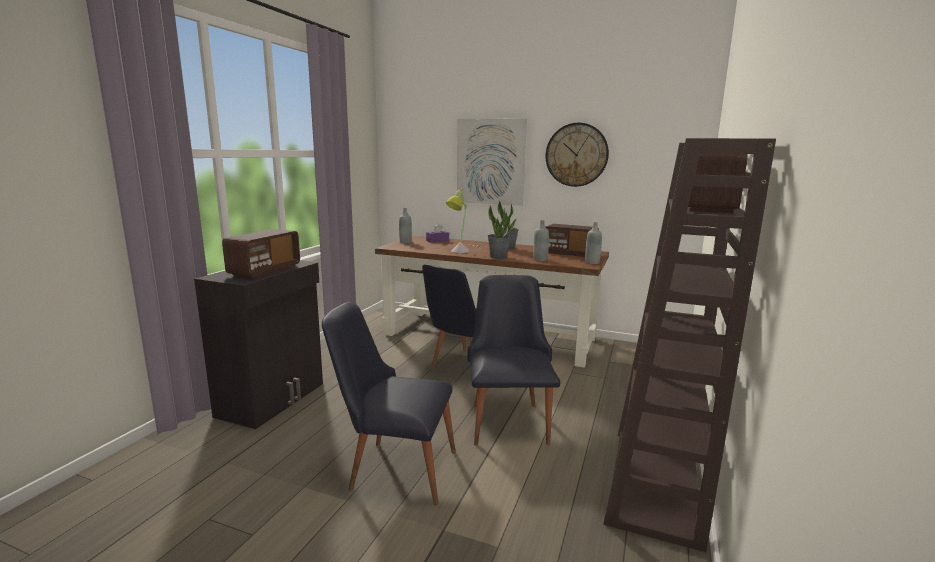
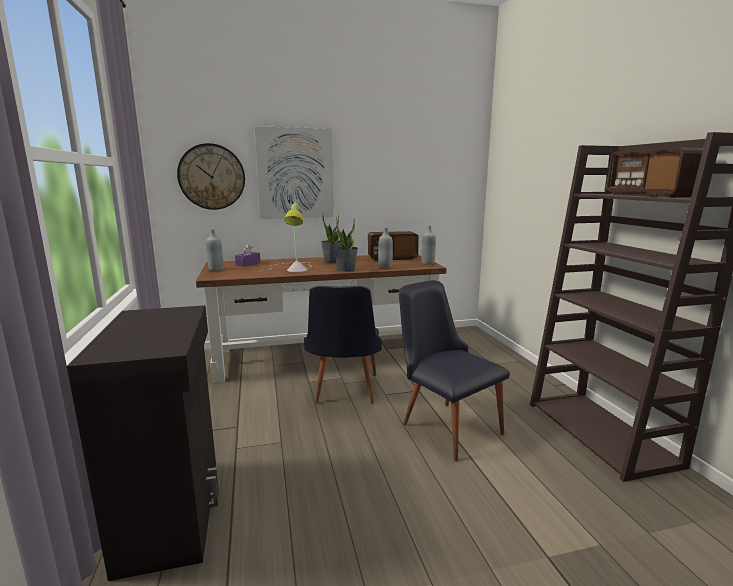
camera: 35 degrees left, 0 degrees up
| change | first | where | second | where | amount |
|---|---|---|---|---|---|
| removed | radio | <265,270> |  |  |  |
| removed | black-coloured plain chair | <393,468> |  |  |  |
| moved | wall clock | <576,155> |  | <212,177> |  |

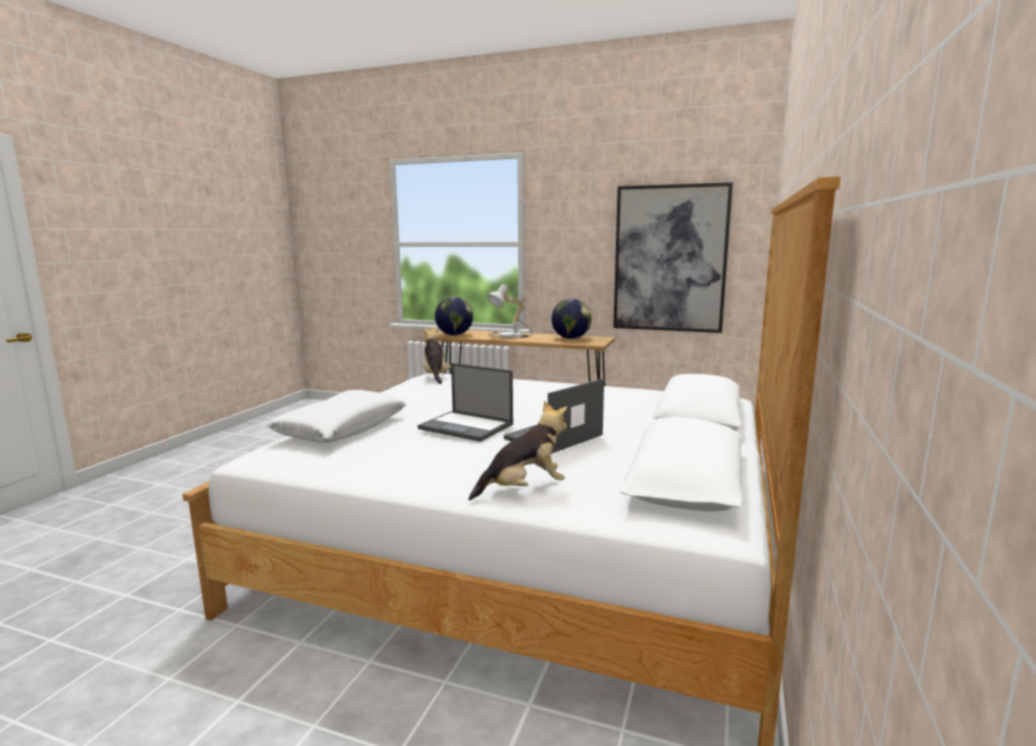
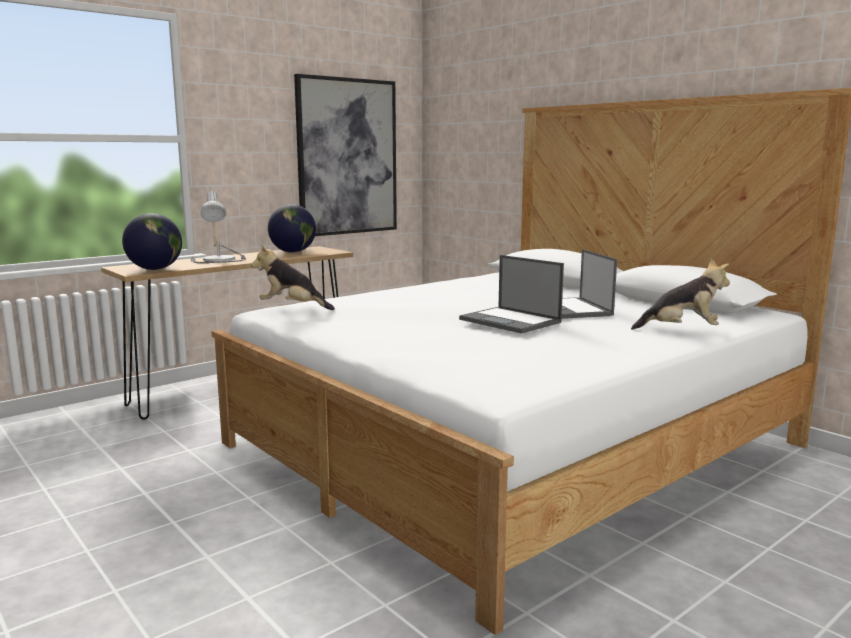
camera: 60 degrees left, 0 degrees up
| change | first | where | second | where | amount |
|---|---|---|---|---|---|
| removed | white-coloured cushion | <341,428> |  |  |  |
| turned | notebook computer | <467,426> |  | <511,321> | 75 degrees clockwise |
| turned | plush toy | <524,489> |  | <681,330> | 90 degrees clockwise |

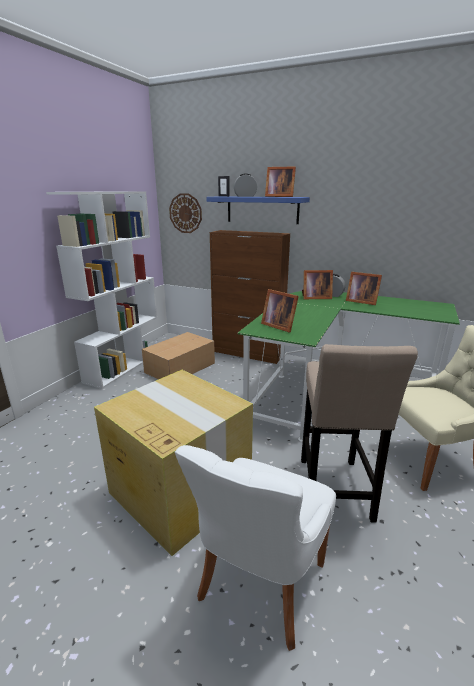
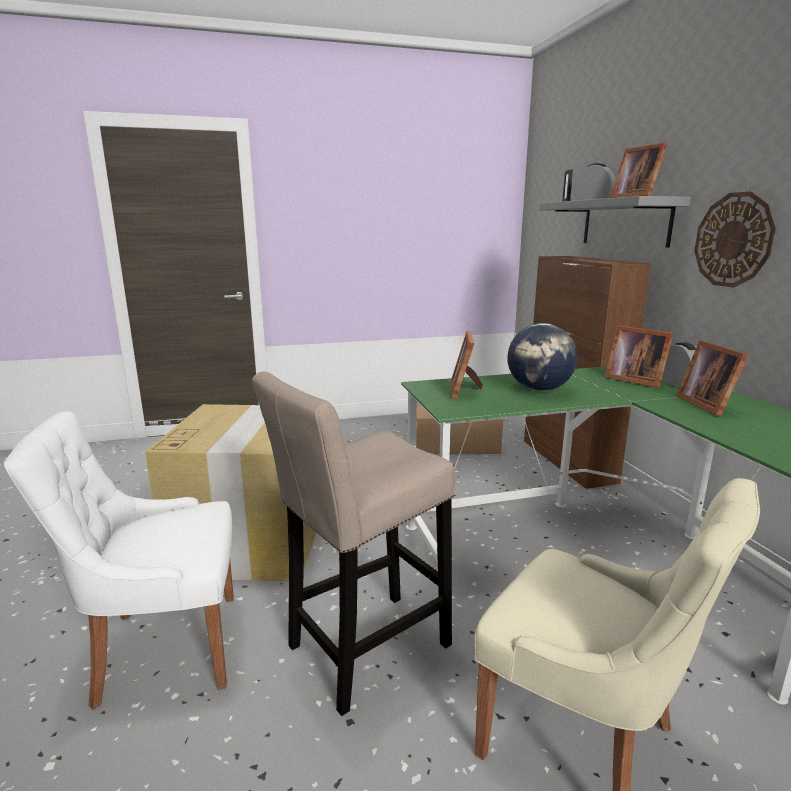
camera: 50 degrees right, 5 degrees down
| change | first | where | second | where | amount |
|---|---|---|---|---|---|
| removed | white-coloured shelving unit | <124,366> |  |  |  |
| added |  |  | desk globe | <539,389> |  |
| moved | wall clock | <185,213> |  | <733,240> |  |
| recoloured | blue bracket shelf | <262,209> | grey bracket shelf | <625,223> |  |

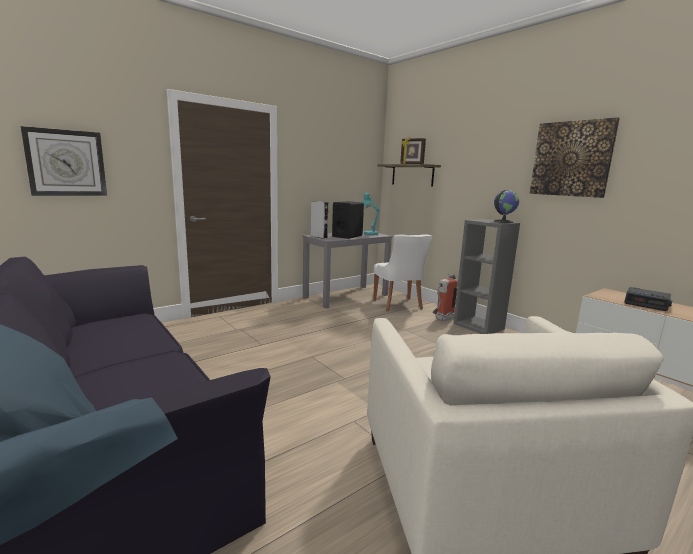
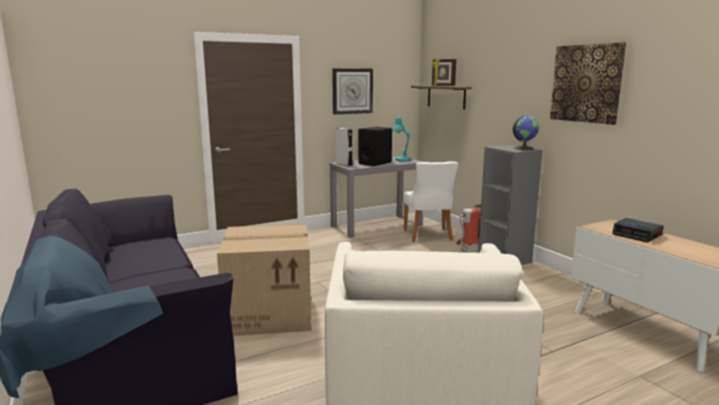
camera: 10 degrees right, 0 degrees up
| change | first | where | second | where | amount |
|---|---|---|---|---|---|
| added |  |  | cardboard box | <270,312> |  |
| moved | wall clock | <66,163> |  | <352,91> |  |

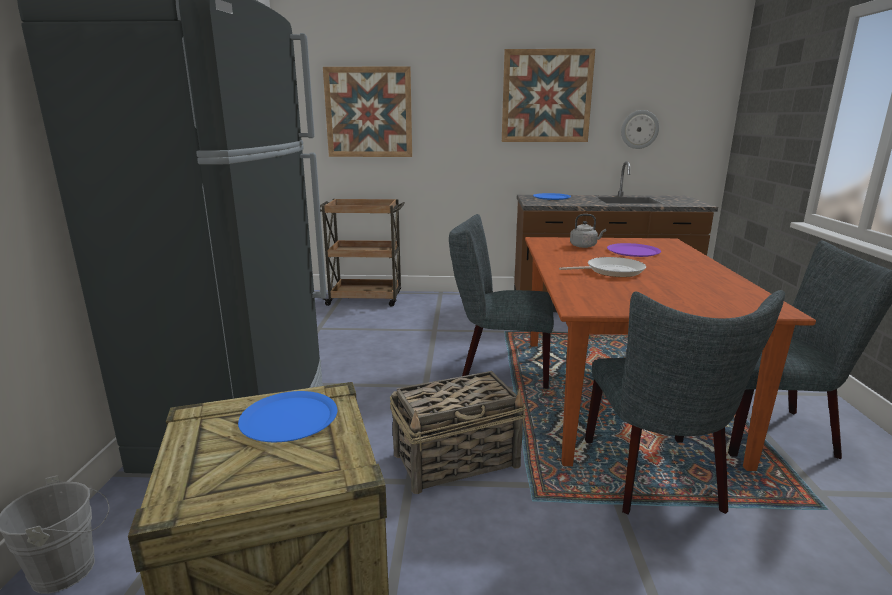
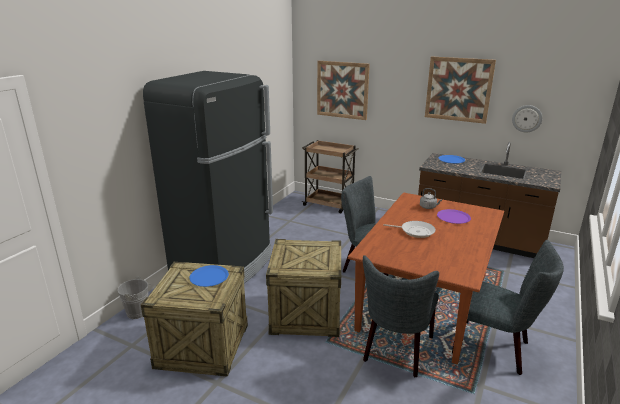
camera: 25 degrees right, 5 degrees up
| change | first | where | second | where | amount |
|---|---|---|---|---|---|
| replaced | storage basket | <457,460> | packing crate | <306,313> |  |

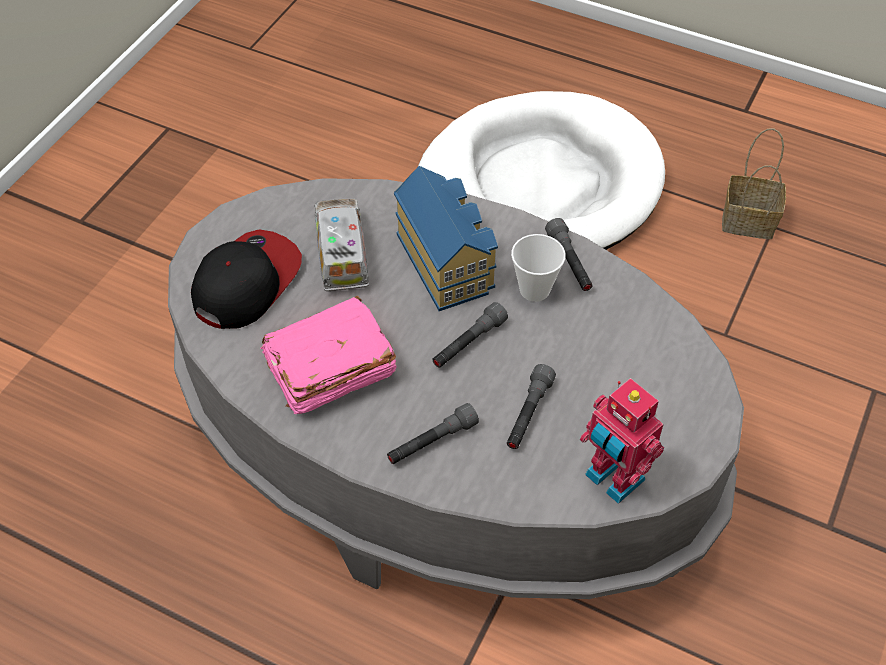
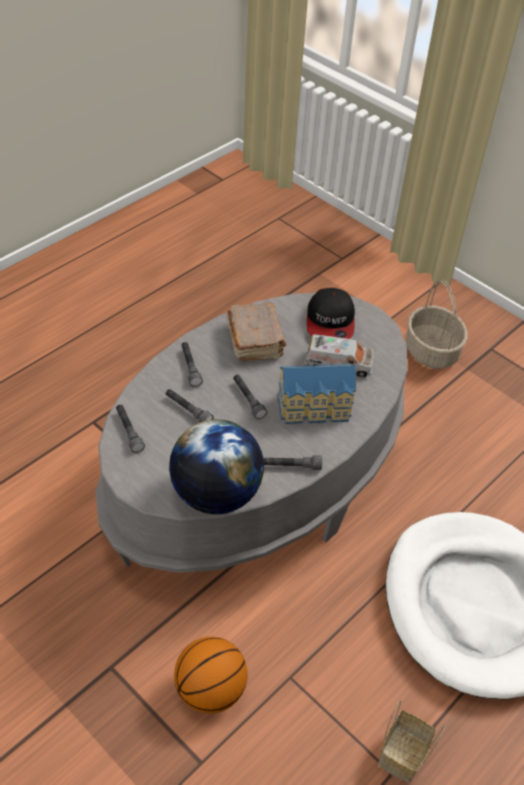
camera: 105 degrees right, 5 degrees down
| change | first | where | second | where | amount |
|---|---|---|---|---|---|
| removed | drinking cup | <534,290> |  |  |  |
| added |  |  | desk globe | <215,494> |  |
| added |  |  | basketball ball | <210,690> |  |
| added |  |  | storage basket | <432,352> |  |
| replaced | toy robot | <612,479> | grey flashlight | <129,431> |  |
| recoloured | pink-coloured bound book | <328,370> | brownish bound book | <255,340> |  |
| turned | cap | <246,282> |  | <330,321> | 45 degrees clockwise |

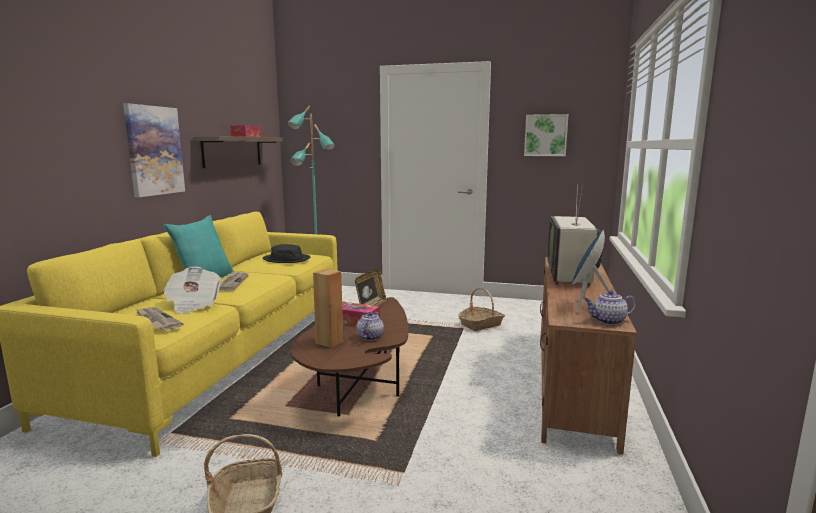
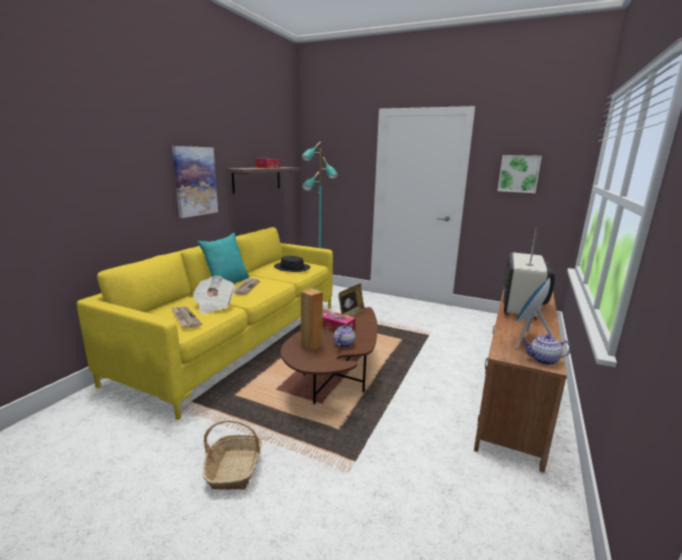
camera: 10 degrees right, 5 degrees up
| change | first | where | second | where | amount |
|---|---|---|---|---|---|
| removed | storage basket | <481,324> |  |  |  |

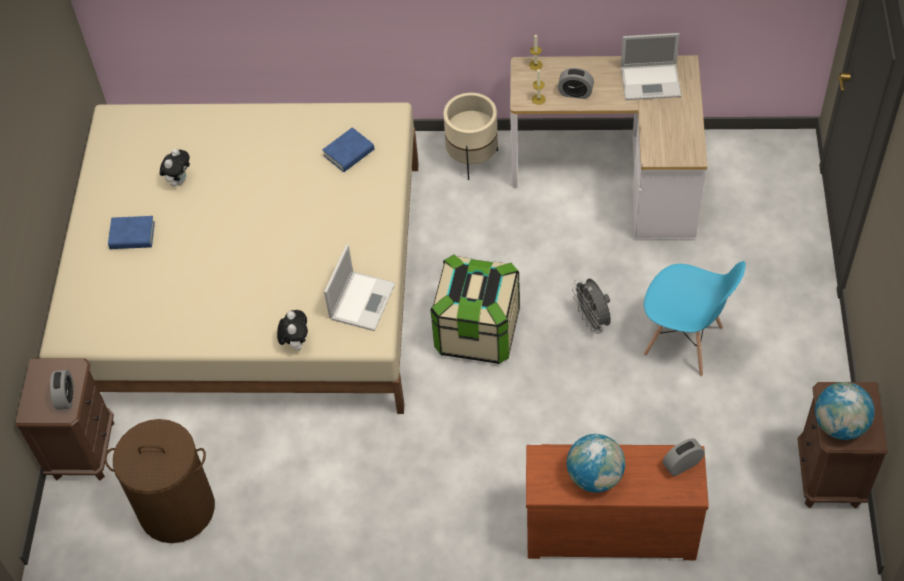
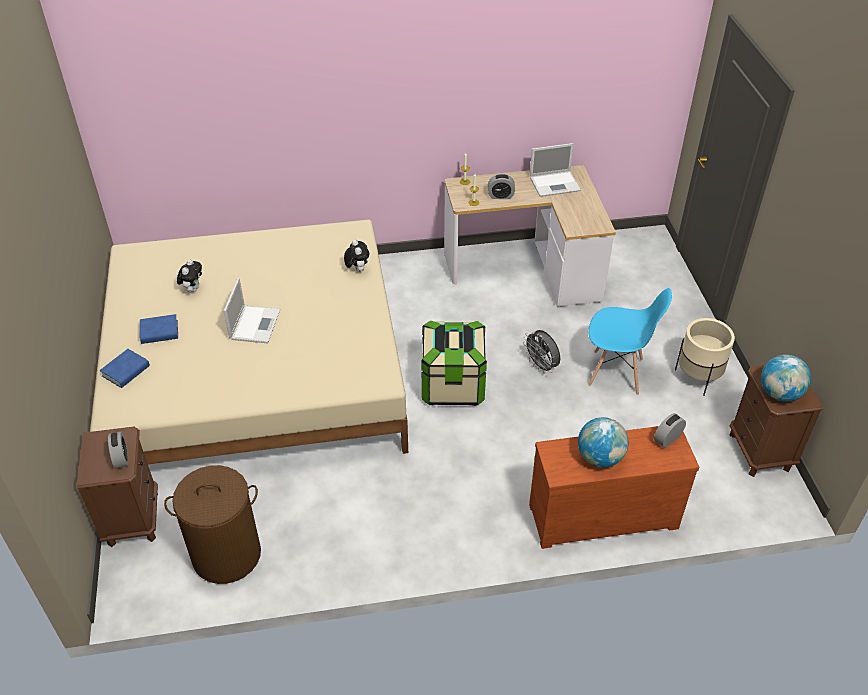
camera: 15 degrees left, 10 degrees down
| change | first | where | second | where | amount |
|---|---|---|---|---|---|
| moved | plush toy | <295,342> |  | <357,269> |  |
| moved | blue bound book | <349,153> |  | <126,371> |  |
| moved | notebook computer | <362,300> |  | <255,324> |  |
| moved | beige-coloured flower pot | <472,158> |  | <697,378> |  |

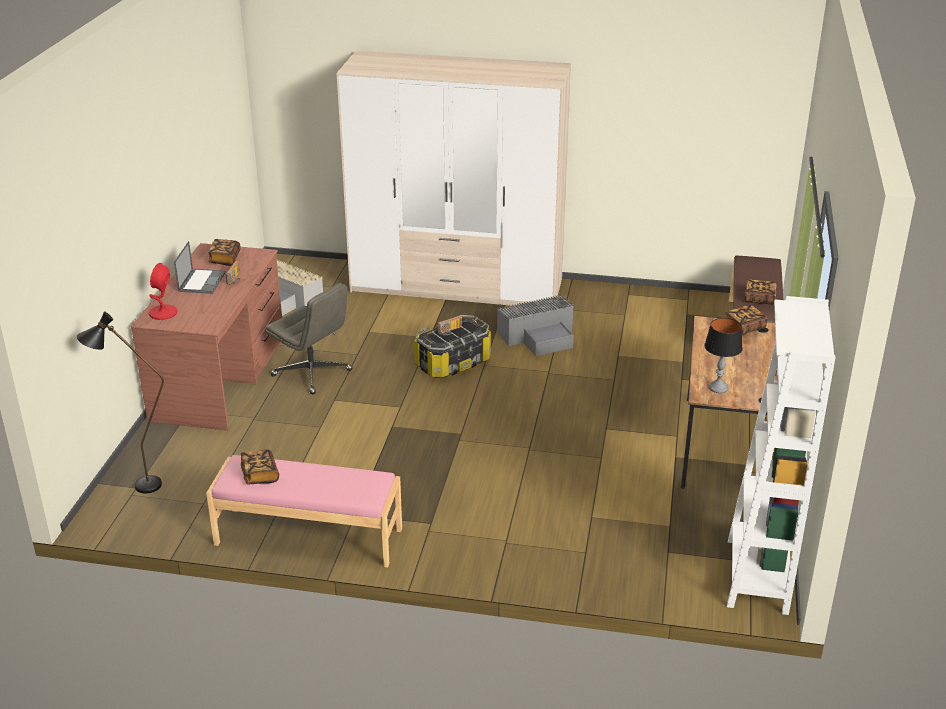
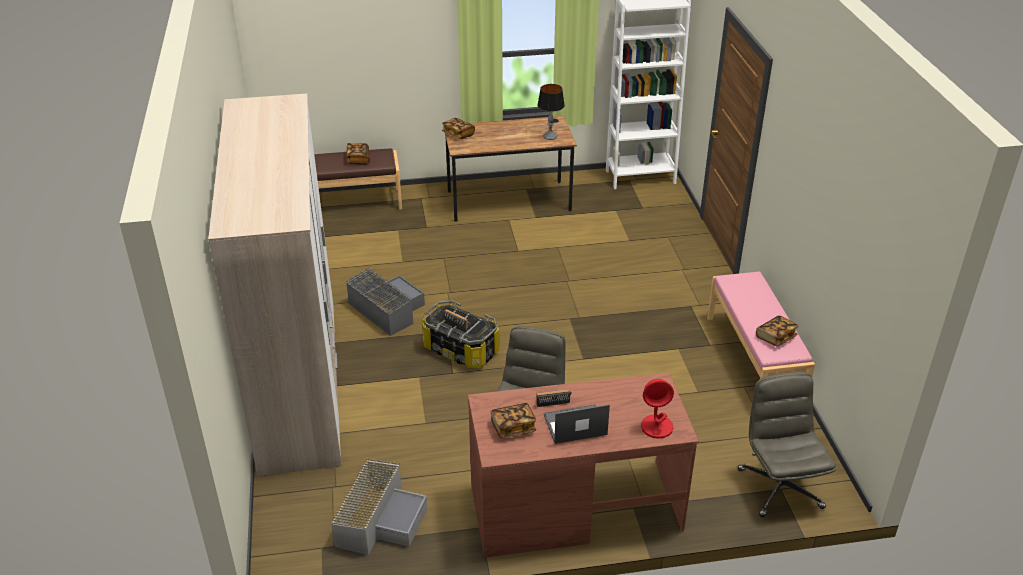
camera: 110 degrees left, 5 degrees up
| change | first | where | second | where | amount |
|---|---|---|---|---|---|
| replaced | black-coloured standard lamp | <138,487> | grey computer chair | <779,487> |  |

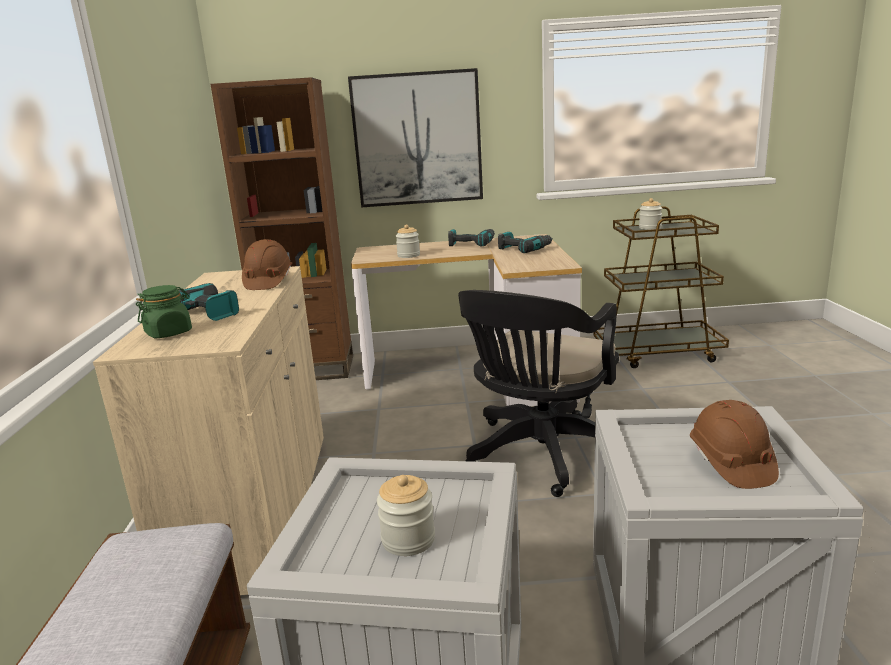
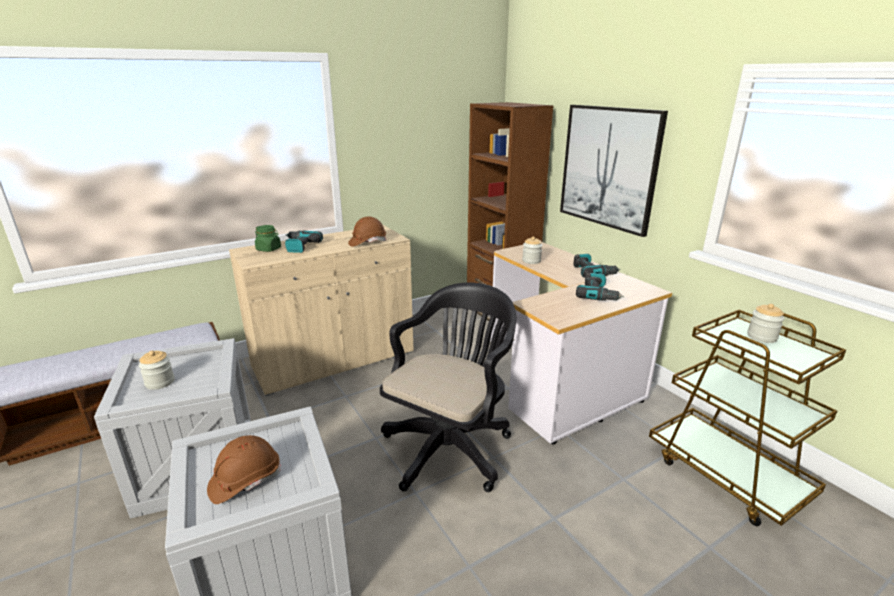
camera: 60 degrees right, 5 degrees up
| change | first | where | second | where | amount |
|---|---|---|---|---|---|
| turned | black-coloured computer chair | <540,456> |  | <450,446> | 120 degrees clockwise |

